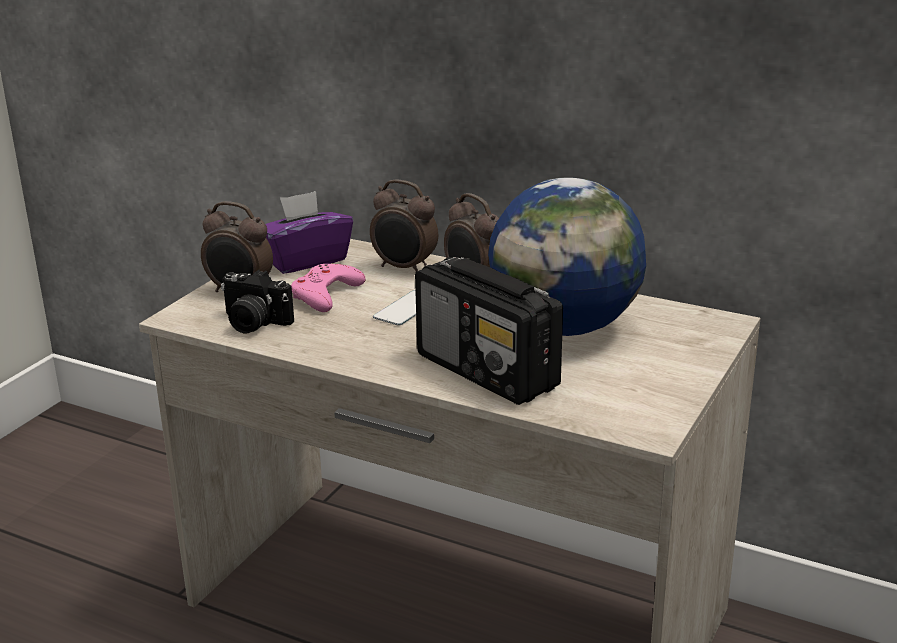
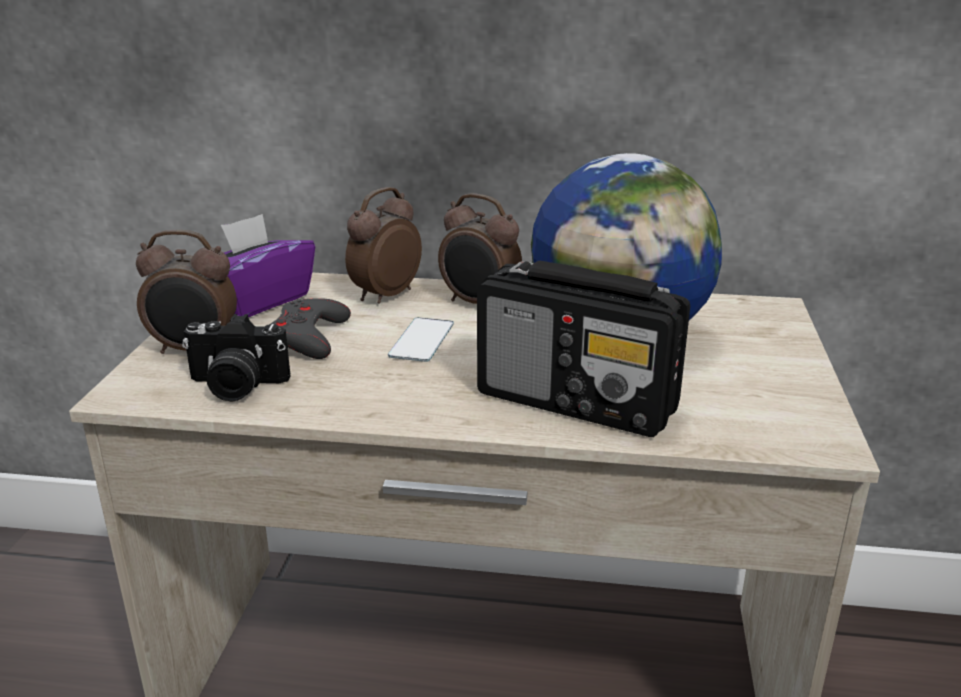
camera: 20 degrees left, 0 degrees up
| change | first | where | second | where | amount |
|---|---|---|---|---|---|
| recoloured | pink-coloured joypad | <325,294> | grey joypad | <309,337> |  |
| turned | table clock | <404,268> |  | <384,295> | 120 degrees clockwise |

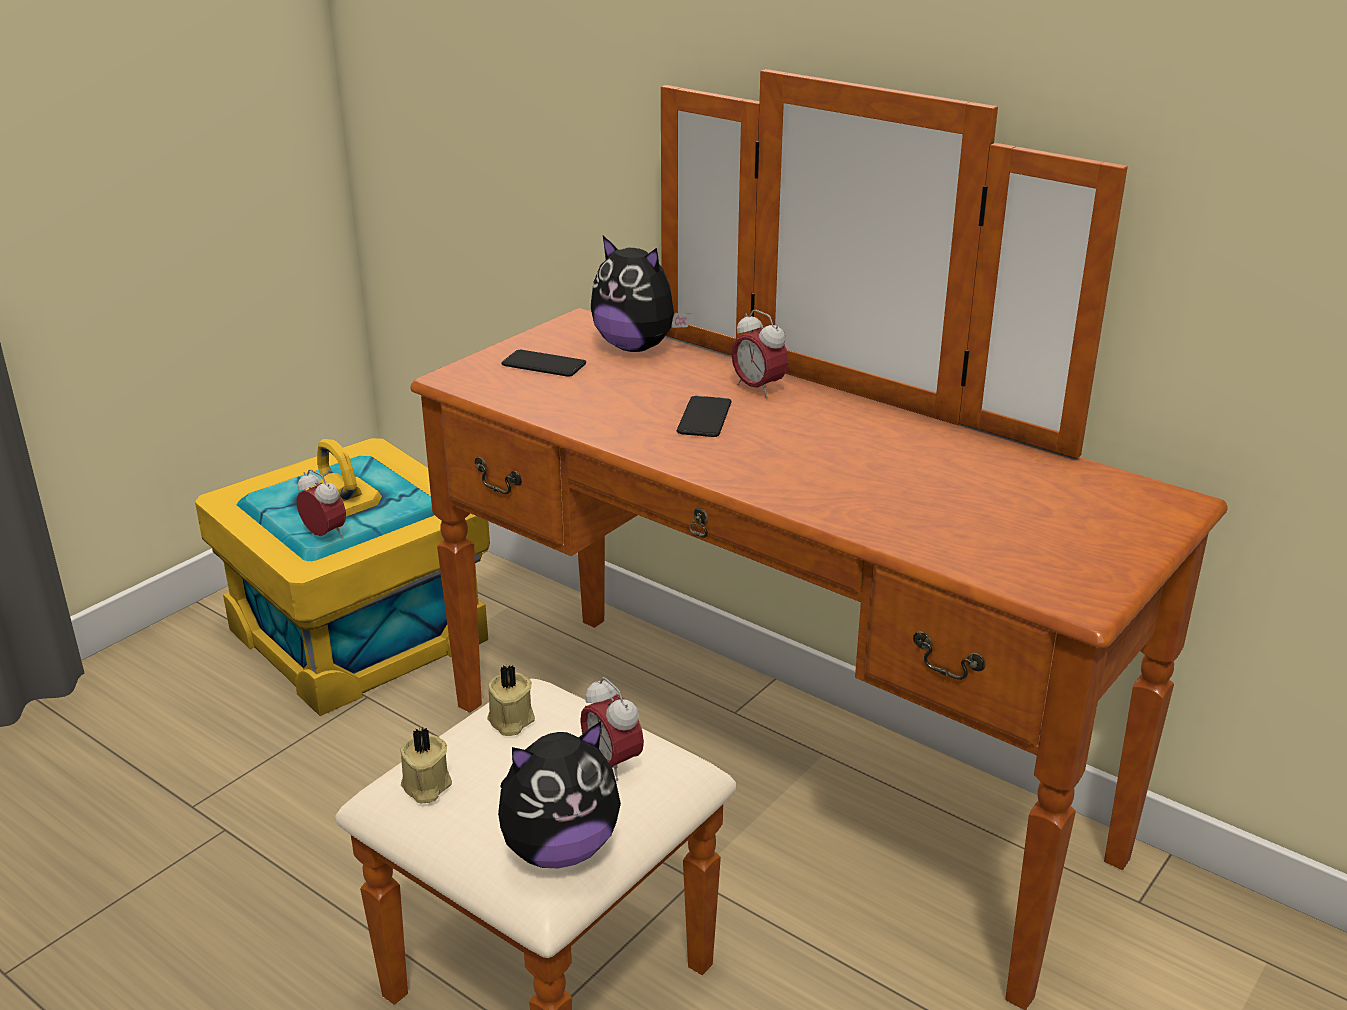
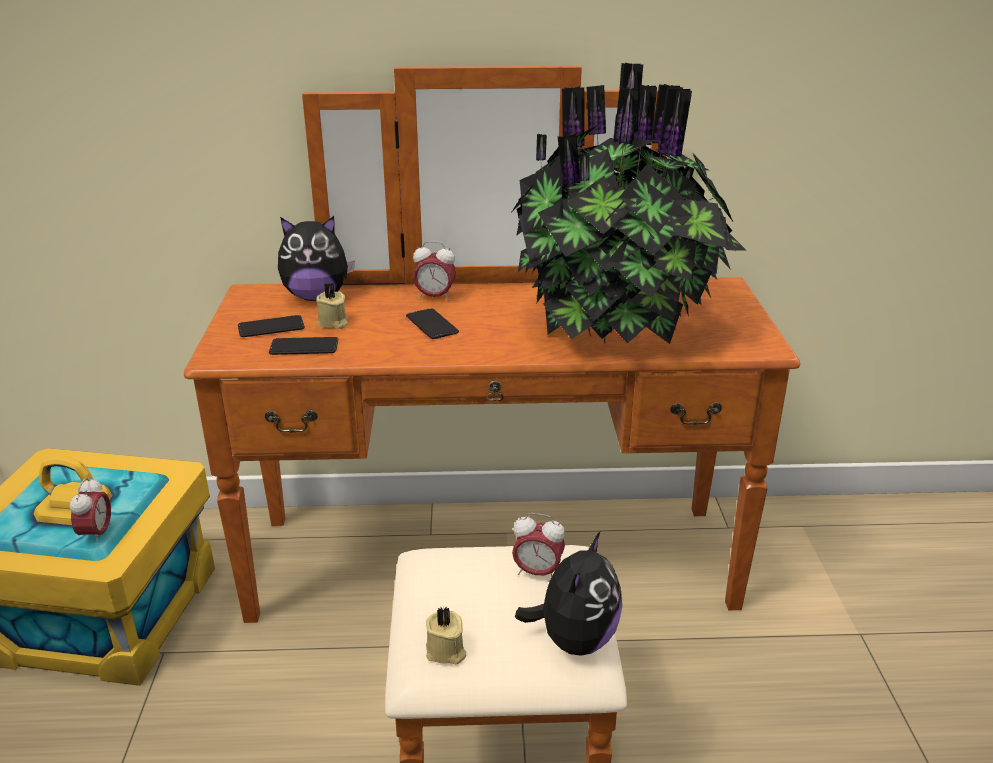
camera: 40 degrees left, 0 degrees up
| change | first | where | second | where | amount |
|---|---|---|---|---|---|
| added |  |  | phone | <304,347> |  |
| added |  |  | plant in a pot | <618,325> |  |
| moved | beige-coloured candle | <510,721> |  | <333,323> |  |
| turned | table clock | <325,535> |  | <97,534> | 90 degrees clockwise |

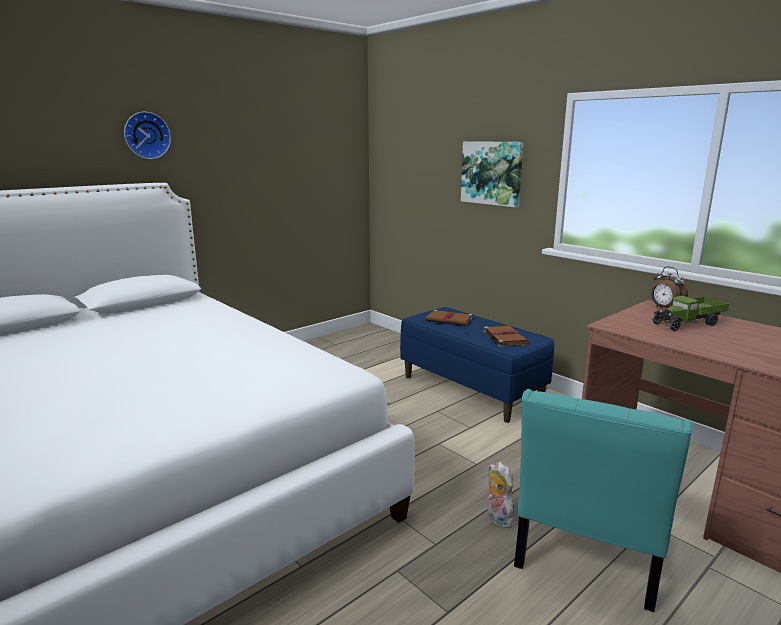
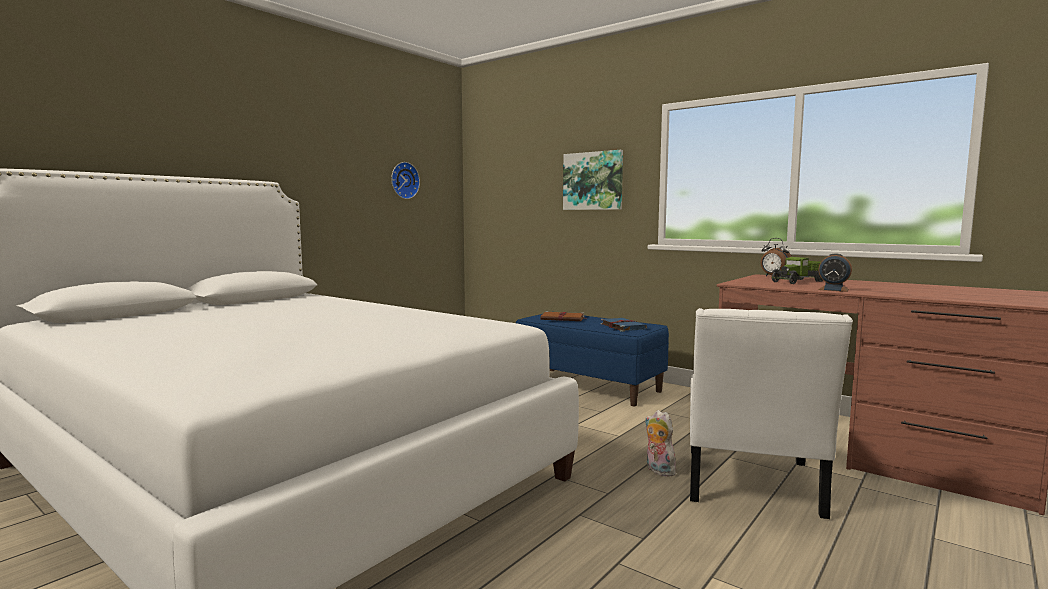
camera: 10 degrees left, 10 degrees down
| change | first | where | second | where | amount |
|---|---|---|---|---|---|
| added |  |  | table clock | <833,289> |  |
| moved | wall clock | <146,135> |  | <403,180> |  |
| recoloured | brownish bound book | <504,337> | blue bound book | <622,326> |  |
| recoloured | blue-green plain chair | <587,552> | white-coloured plain chair | <751,486> |  |

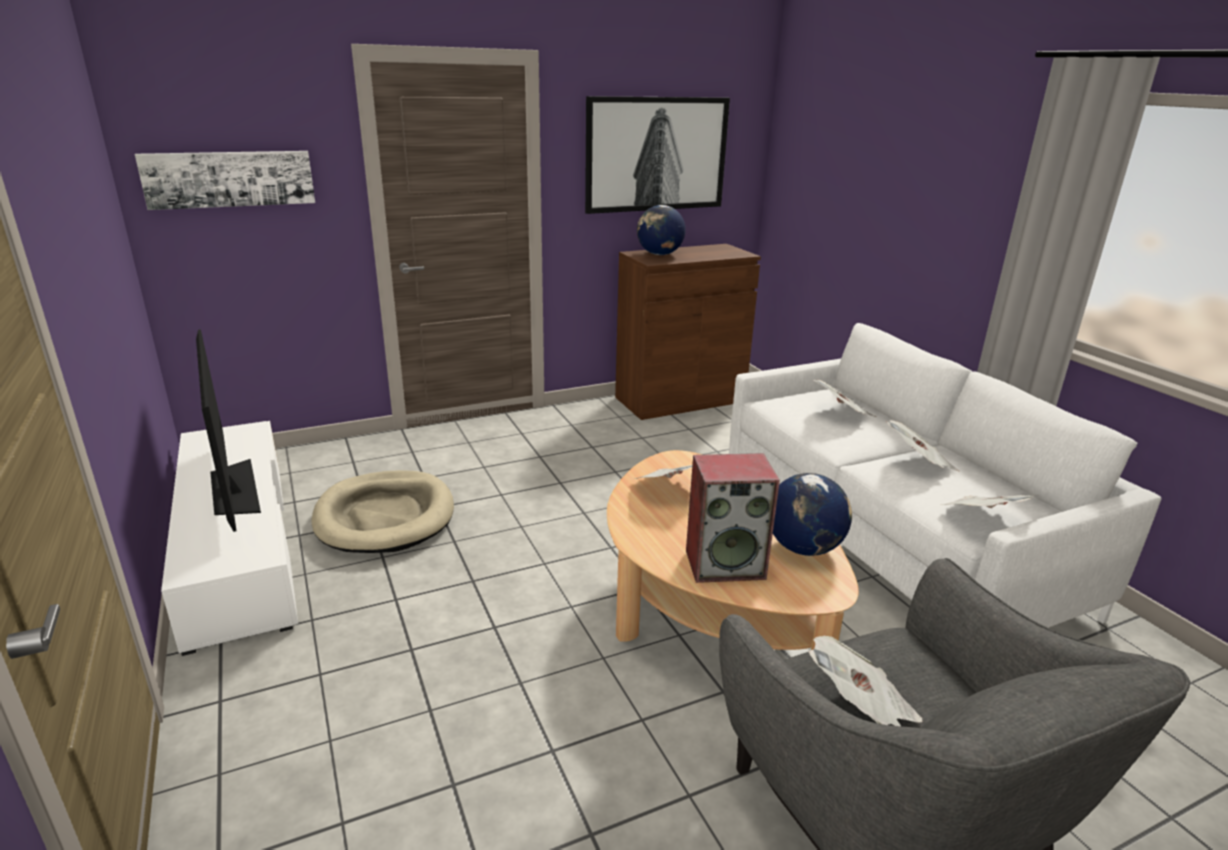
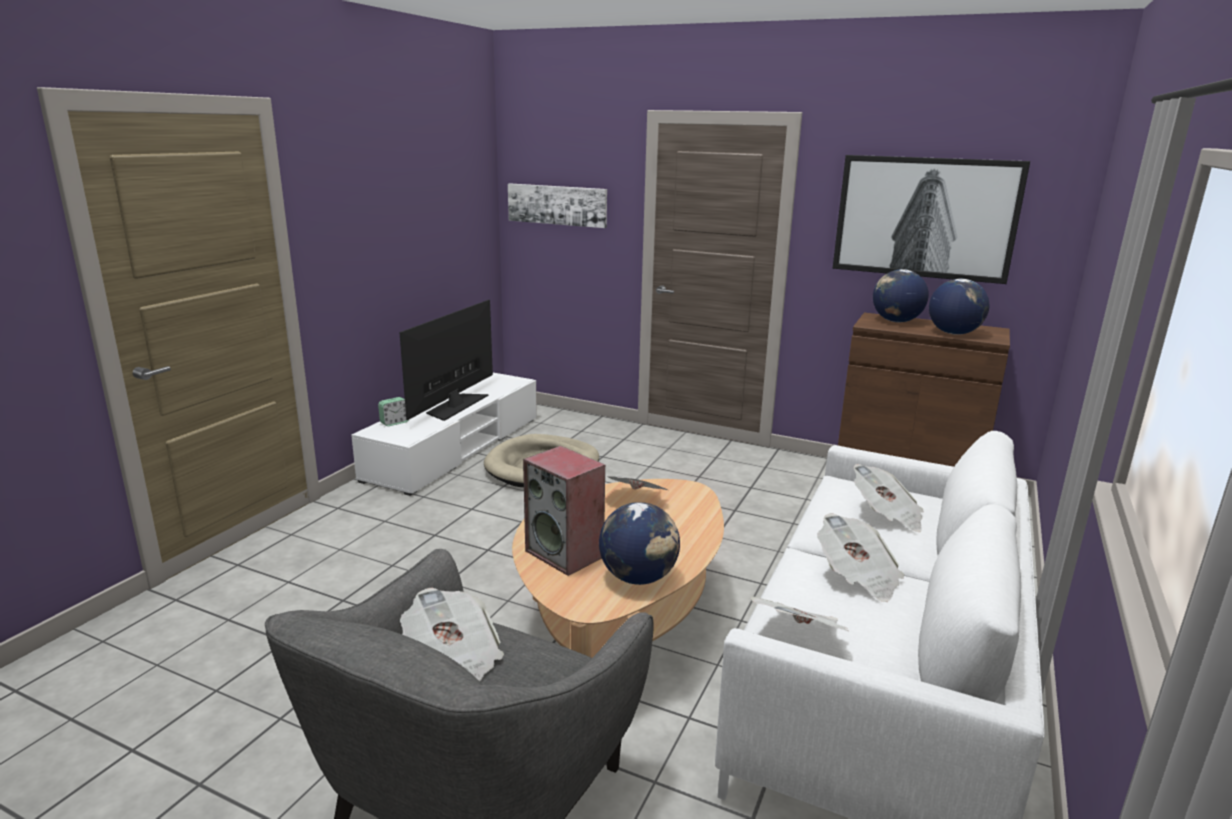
camera: 50 degrees right, 5 degrees down
| change | first | where | second | where | amount |
|---|---|---|---|---|---|
| added |  |  | table clock | <394,422> |  |
| added |  |  | desk globe | <953,333> |  |

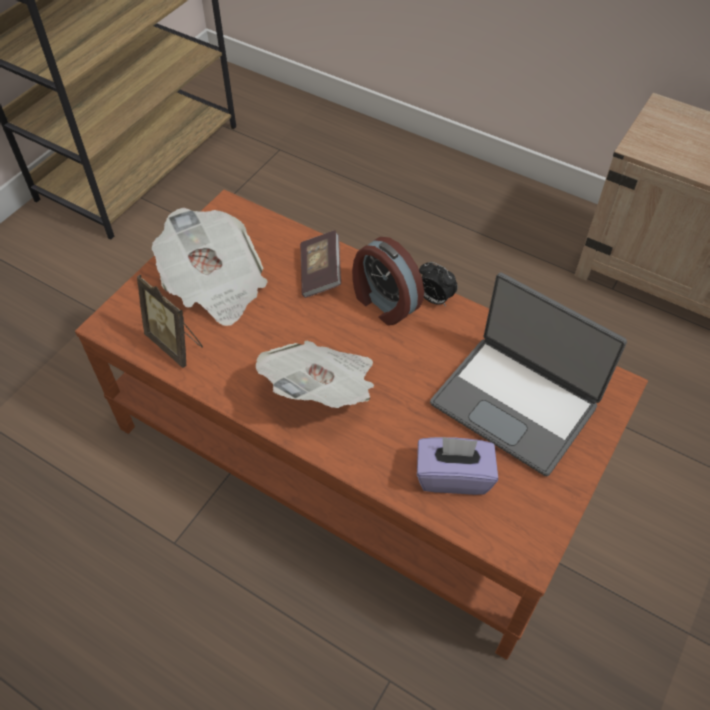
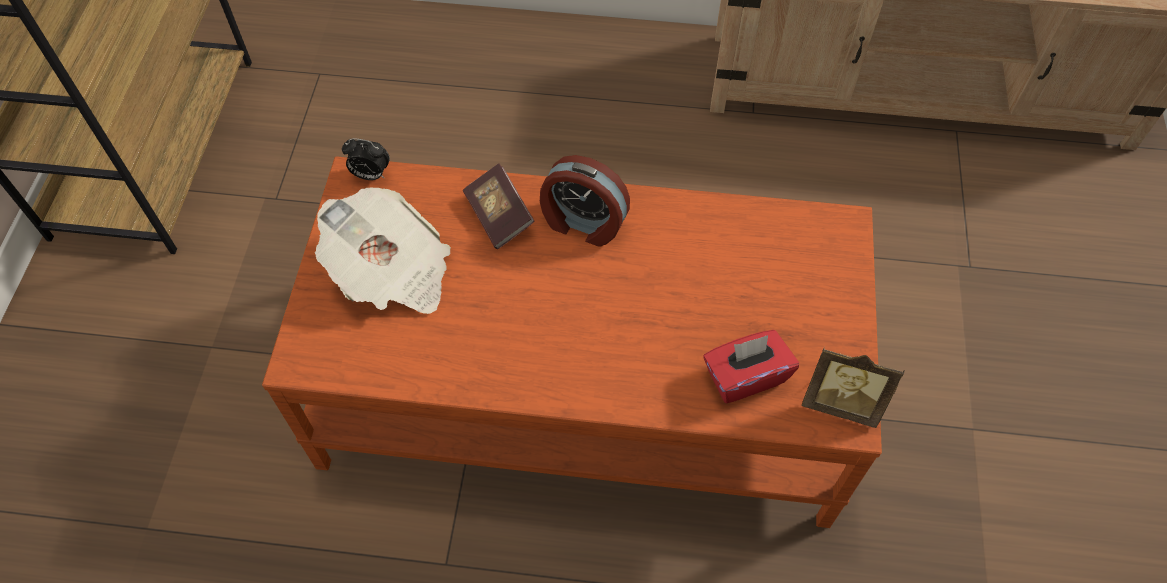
camera: 25 degrees left, 5 degrees up
| change | first | where | second | where | amount |
|---|---|---|---|---|---|
| removed | daily paper | <322,390> |  |  |  |
| removed | notebook computer | <515,403> |  |  |  |
| moved | picture frame | <176,344> |  | <841,403> |  |
| moved | table clock | <434,299> |  | <370,175> |  |
| recoloured | purple tissue box | <453,476> | red tissue box | <745,376> |  |

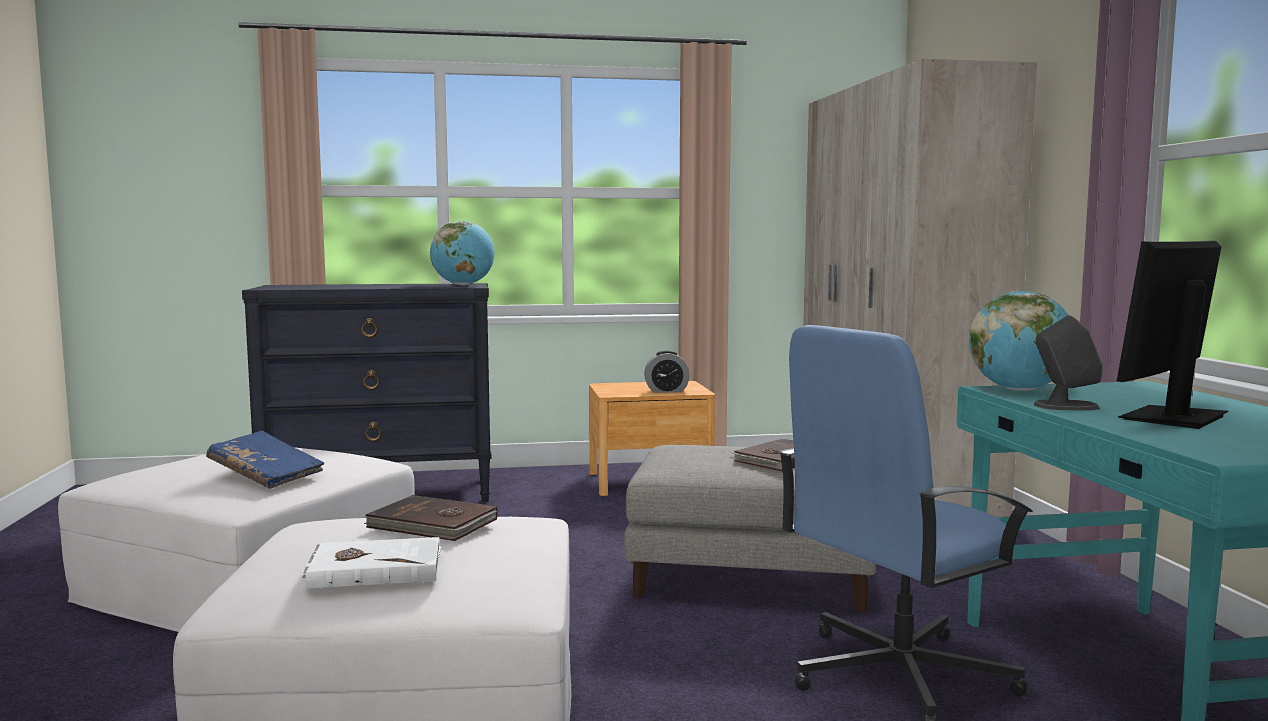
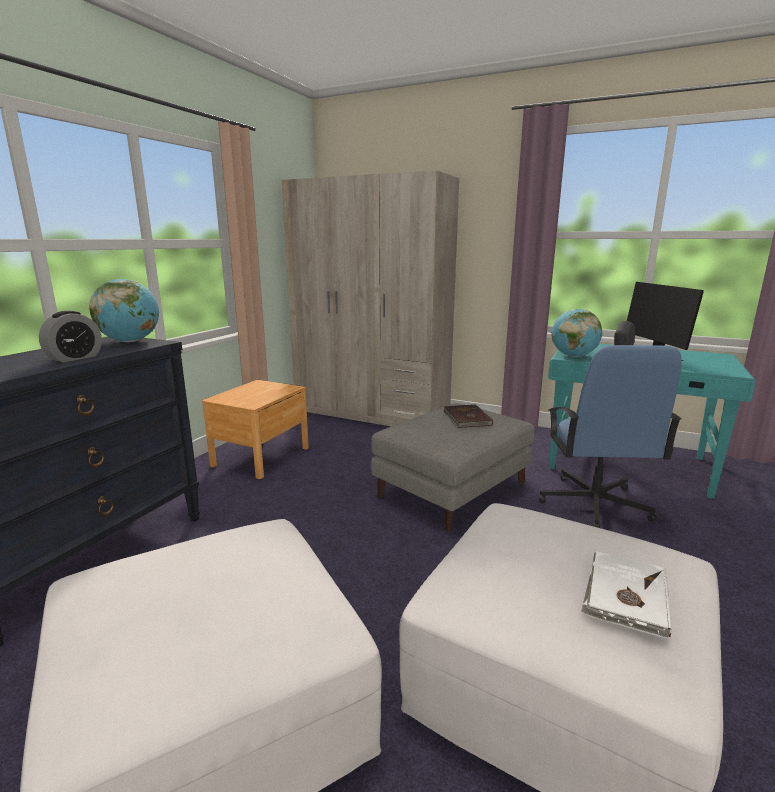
camera: 55 degrees left, 10 degrees up
| change | first | where | second | where | amount |
|---|---|---|---|---|---|
| removed | blue bound book | <266,476> |  |  |  |
| removed | brownish bound book | <432,524> |  |  |  |
| moved | table clock | <666,391> |  | <75,358> |  |

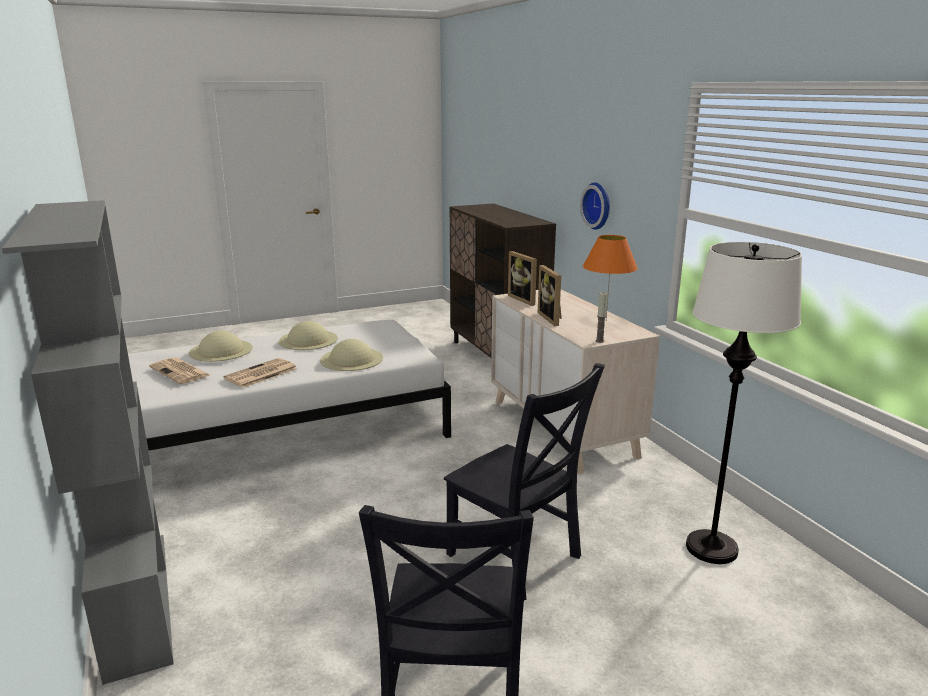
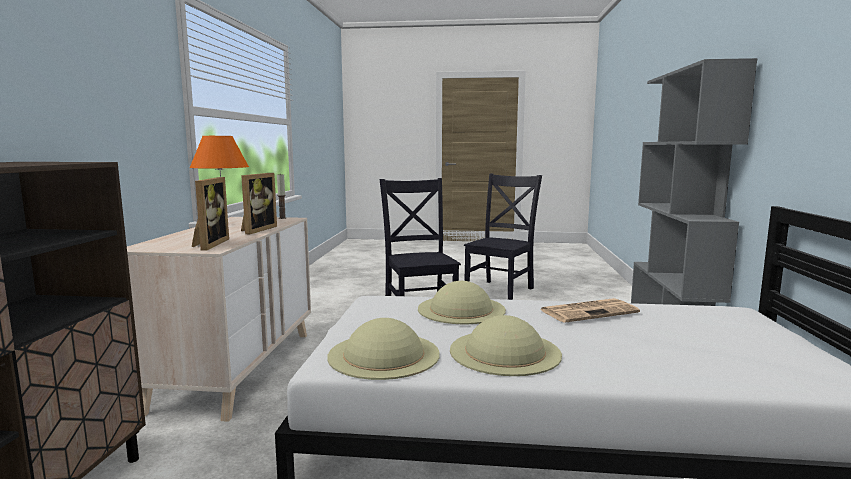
camera: 150 degrees left, 10 degrees down
| change | first | where | second | where | amount |
|---|---|---|---|---|---|
| removed | daily paper | <180,372> |  |  |  |
| removed | wall clock | <598,205> |  |  |  |
| removed | white-coloured standard lamp | <712,548> |  |  |  |
| moved | beige-coloured wearable hat | <221,350> |  | <383,354> |  |

